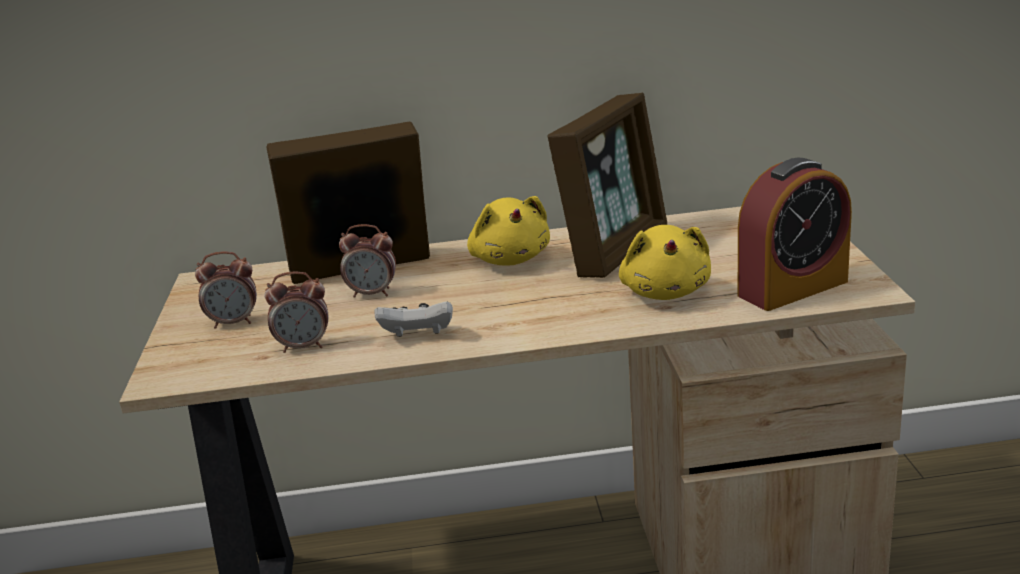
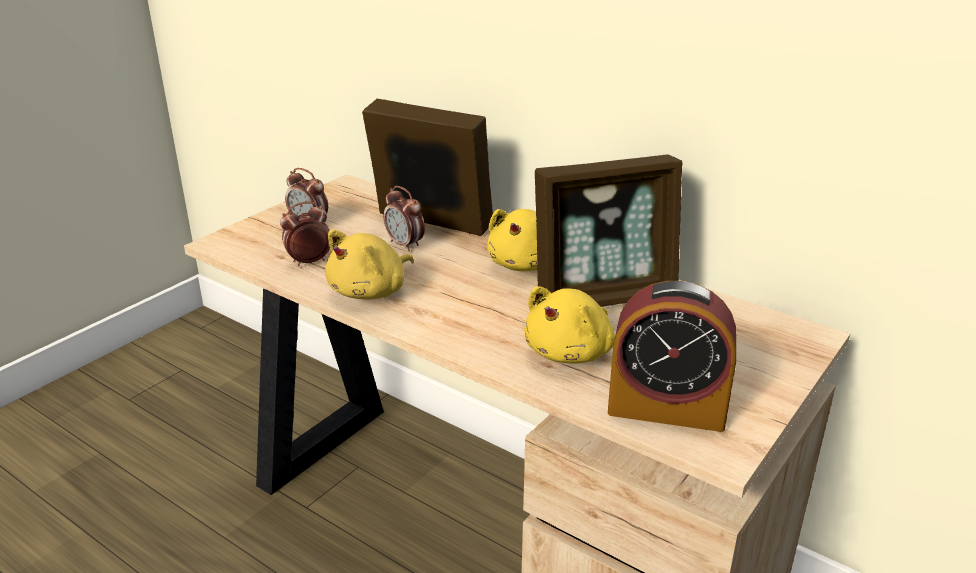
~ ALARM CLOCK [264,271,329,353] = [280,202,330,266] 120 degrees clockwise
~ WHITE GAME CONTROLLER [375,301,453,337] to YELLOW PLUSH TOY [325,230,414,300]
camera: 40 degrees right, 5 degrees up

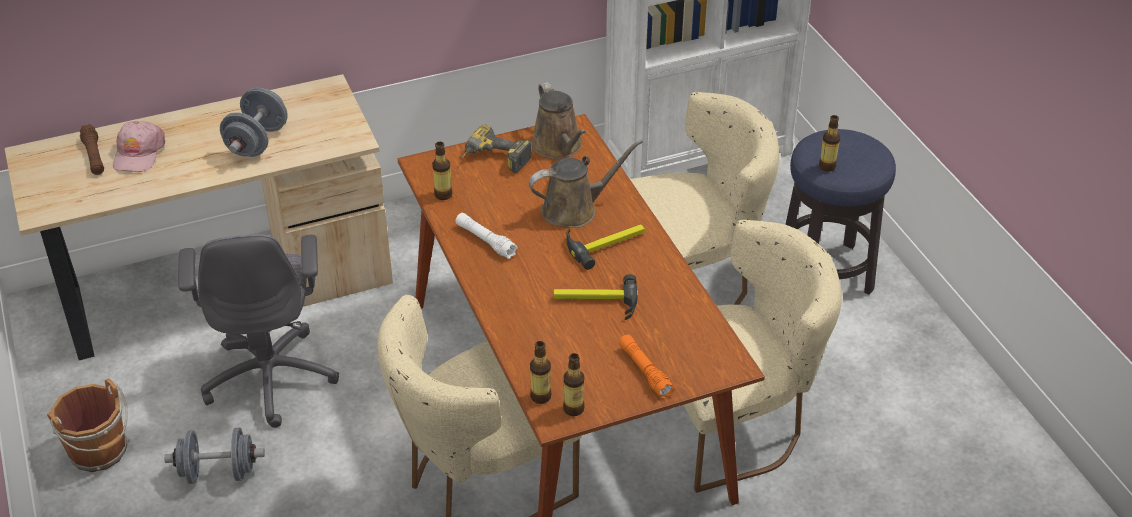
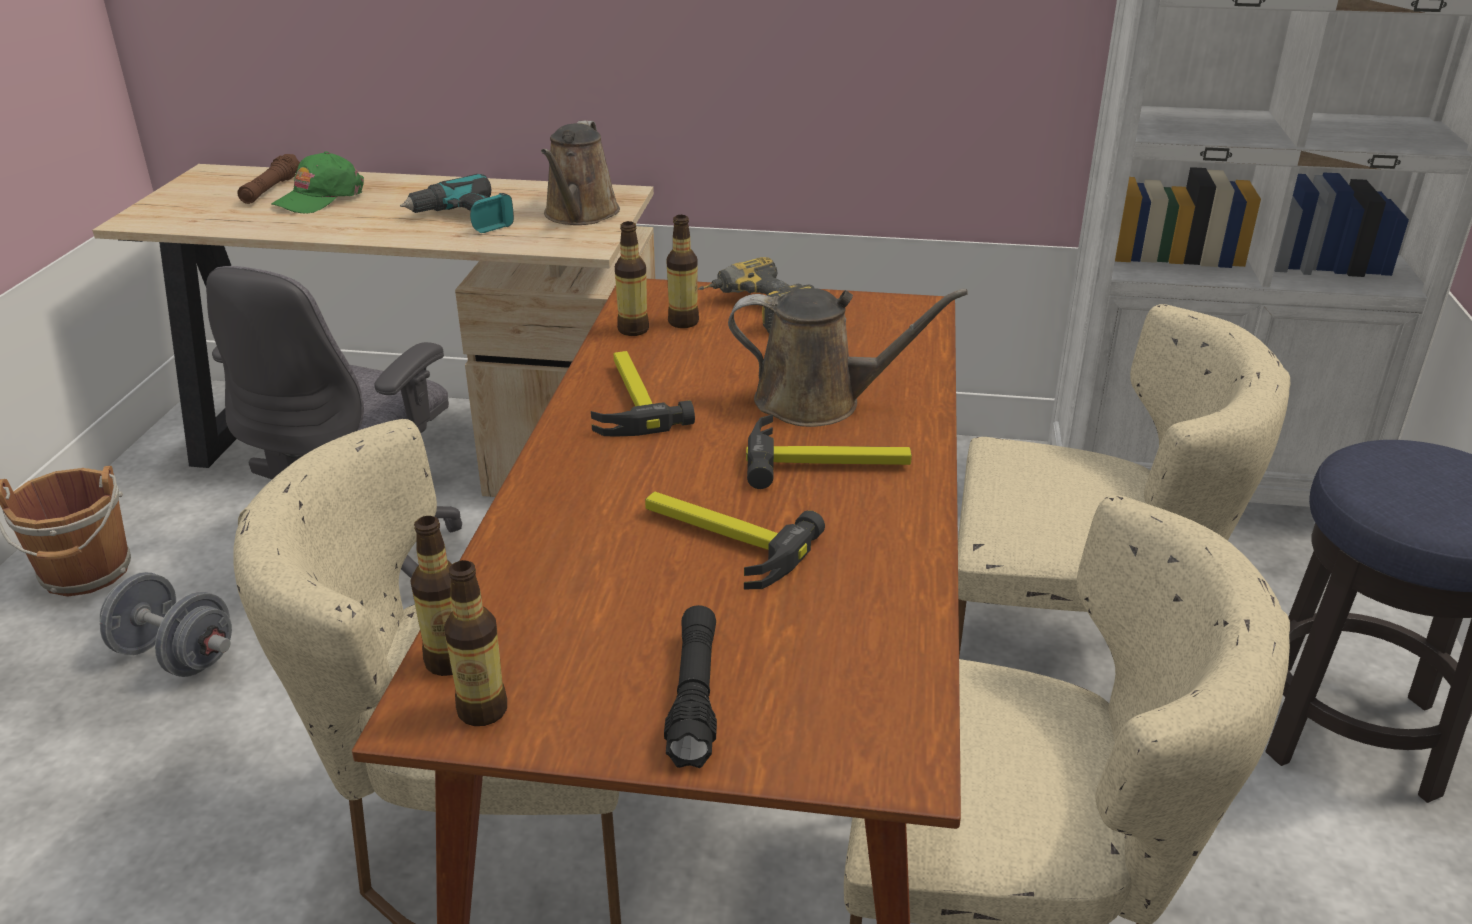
~ PINK CAP [113,121,165,172] to GREEN CAP [271,151,364,214]
~ GREY DUMBBELL [220,88,288,157] to POWER DRILL [400,174,514,233]
~ BROWN WATERING CAN [531,82,586,159] to [541,121,620,225]
~ WHITE FLASHLIGHT [455,213,518,259] to HAMMER [591,351,695,437]
~ ORANGE FLASHLIGHT [619,335,675,399] to BLACK FLASHLIGHT [664,605,717,768]
~ BOTTLE [819,115,840,171] to [667,215,699,328]
camera: 30 degrees right, 10 degrees down

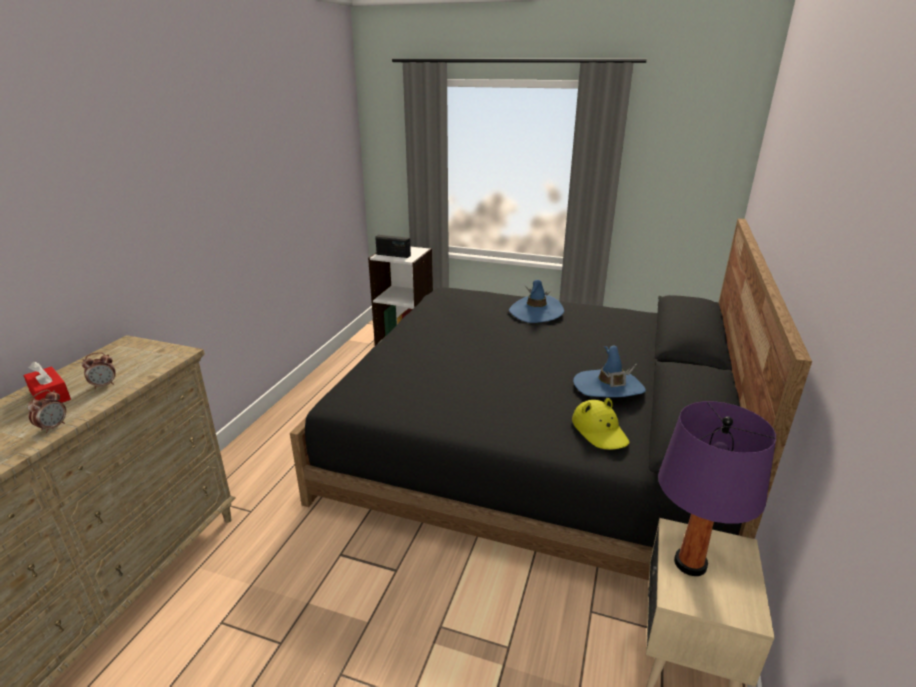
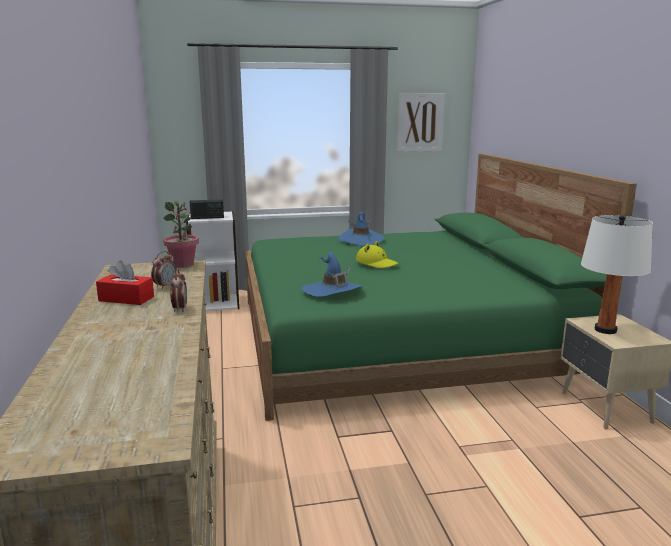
+ POTTED PLANT [163,201,199,268]
~ BLACK BED [290,218,812,580] to GREEN BED [245,154,637,421]
~ BLUE HAT [573,345,646,397] to [301,252,363,297]
~ YELLOW HAT [572,398,629,450] to [356,241,399,268]
+ PICTURE [397,93,445,152]
~ PURPLE TABLE LAMP [658,401,776,576] to WHITE TABLE LAMP [581,215,653,334]
camera: 30 degrees left, 10 degrees down

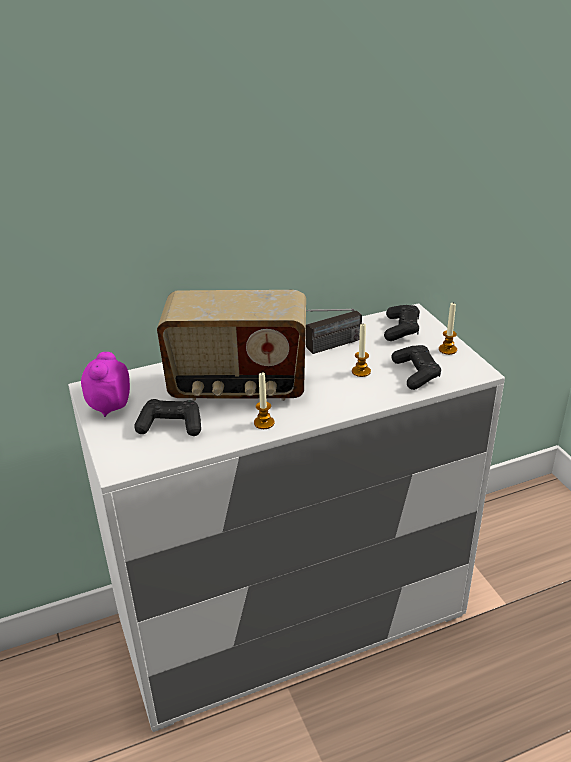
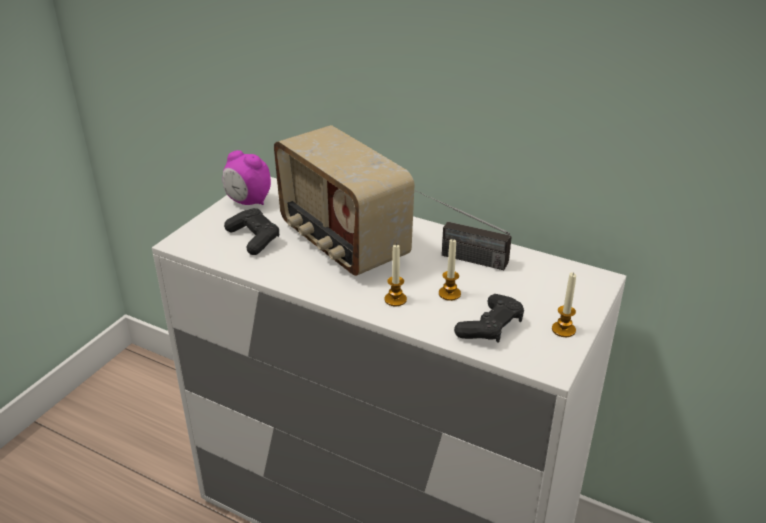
~ ALARM CLOCK [81,352,130,417] = [222,150,271,205] 120 degrees counterclockwise
~ CANDLE [254,372,275,429] to [384,245,407,306]
- BLACK GAME CONTROLLER [384,305,420,341]
camera: 50 degrees right, 0 degrees up

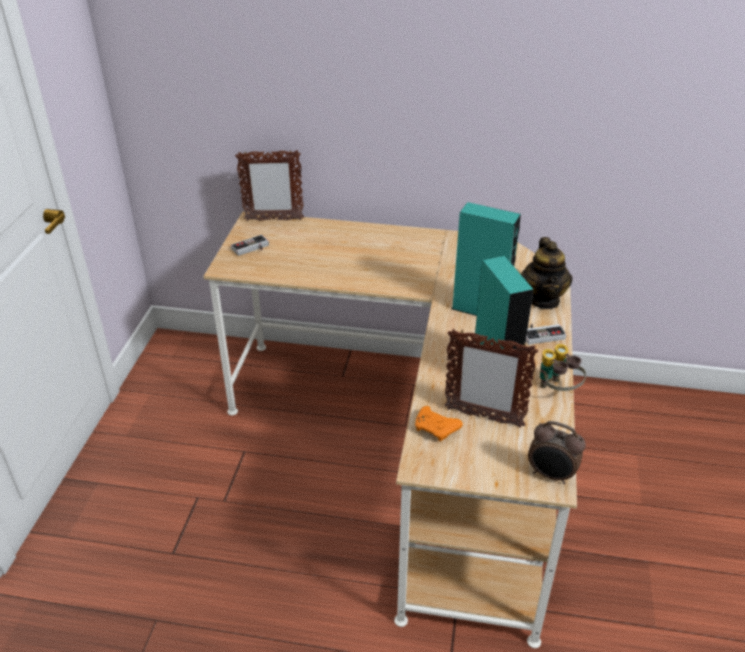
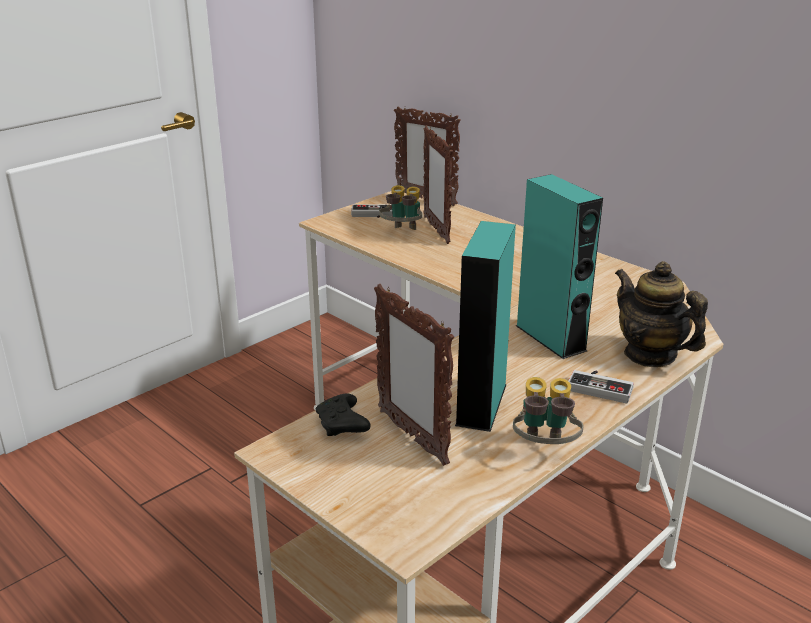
~ ORANGE GAME CONTROLLER [415,406,463,441] to BLACK GAME CONTROLLER [316,394,371,436]
+ BINOCULARS [379,185,422,230]
+ PICTURE FRAME [423,125,453,244]
~ TEAPOT [521,237,573,309] = [615,261,708,367] 105 degrees clockwise
- ALARM CLOCK [528,421,586,484]
camera: 35 degrees right, 10 degrees down

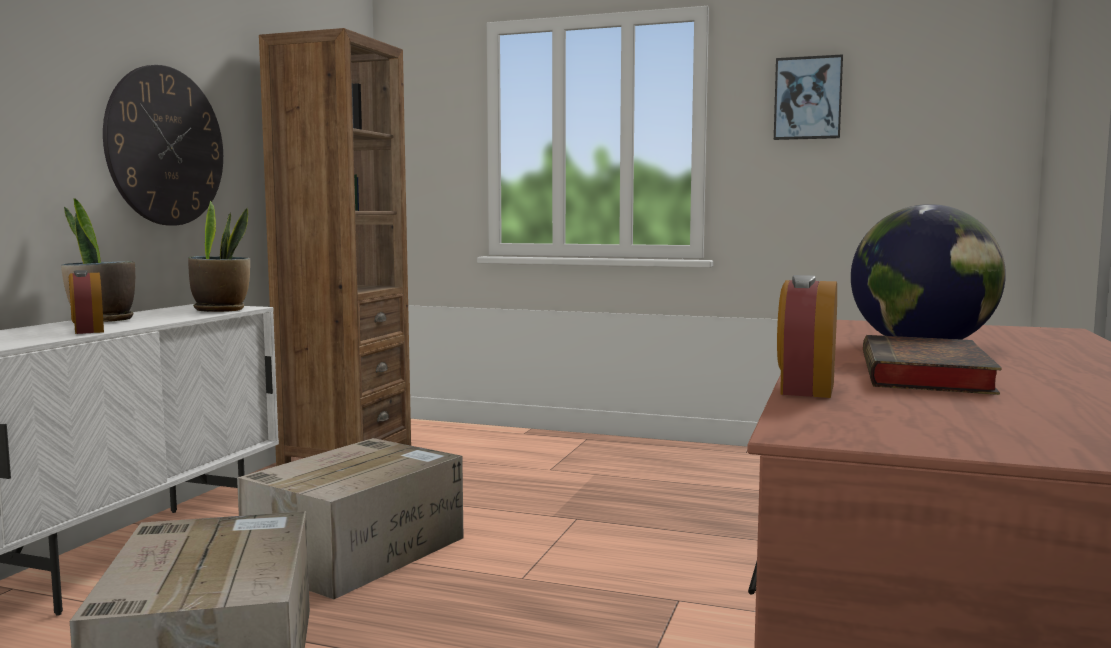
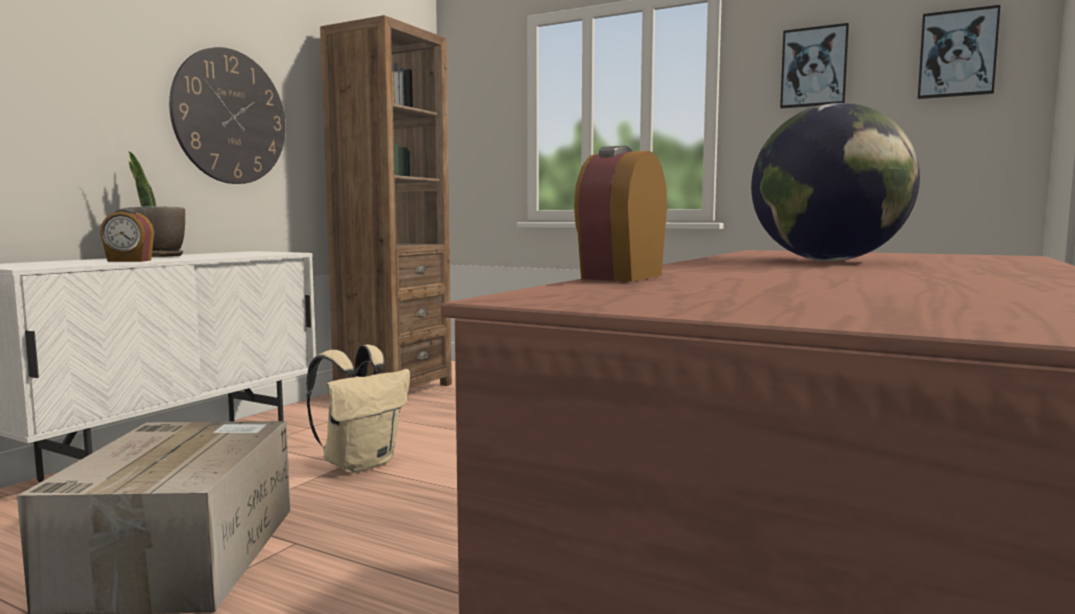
~ ALARM CLOCK [69,270,104,334] = [100,209,154,262] 75 degrees counterclockwise
~ CARDBOARD BOX [237,438,463,599] to BEIGE BACKPACK [306,345,410,473]
+ PICTURE [918,5,1001,99]
- POTTED PLANT [188,201,250,312]
- BOOK [863,335,1002,395]
camera: 10 degrees right, 0 degrees up

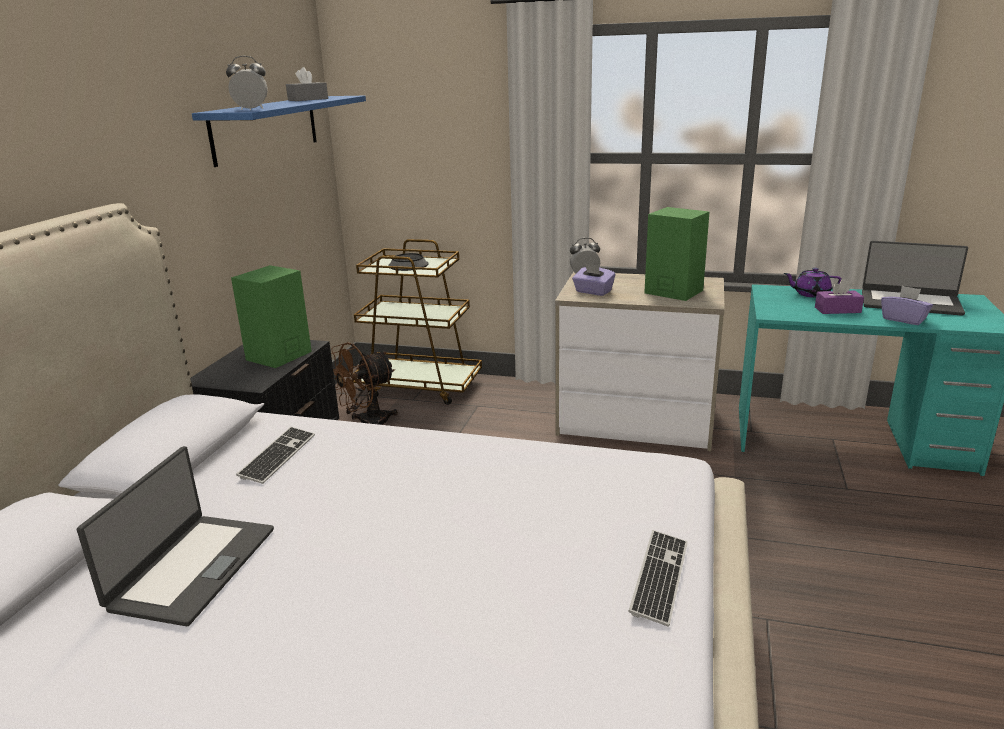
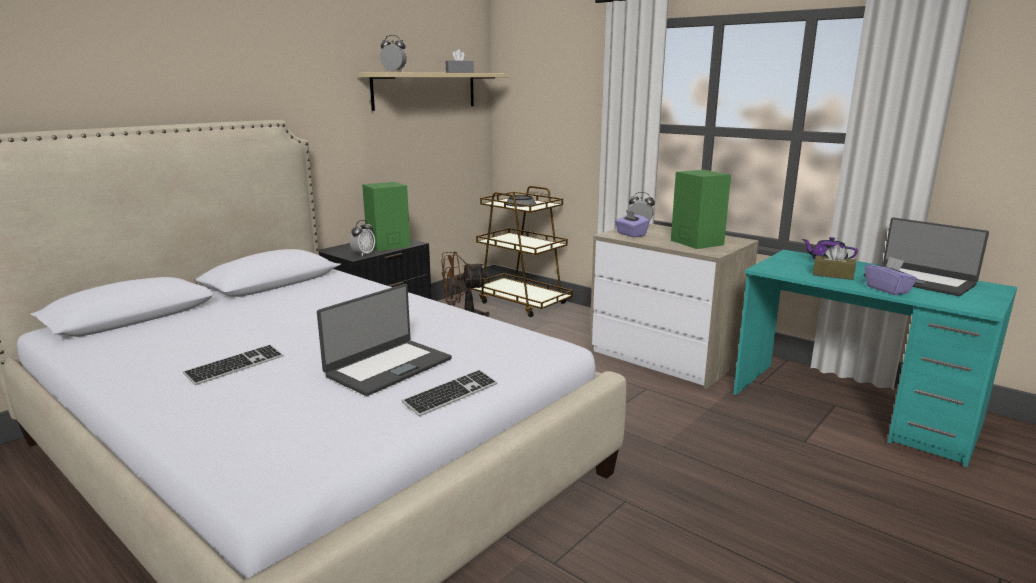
~ KEYBOARD [236,427,315,484] to [183,345,284,385]
~ LAPTOP [77,446,274,626] to [317,284,452,396]
+ ALARM CLOCK [350,220,375,257]
~ BLUE SHELF [192,96,366,167] to BEIGE SHELF [358,72,509,111]
~ PURPLE TISSUE BOX [815,279,864,314] to BROWN TISSUE BOX [813,245,856,280]
camera: 25 degrees right, 5 degrees down

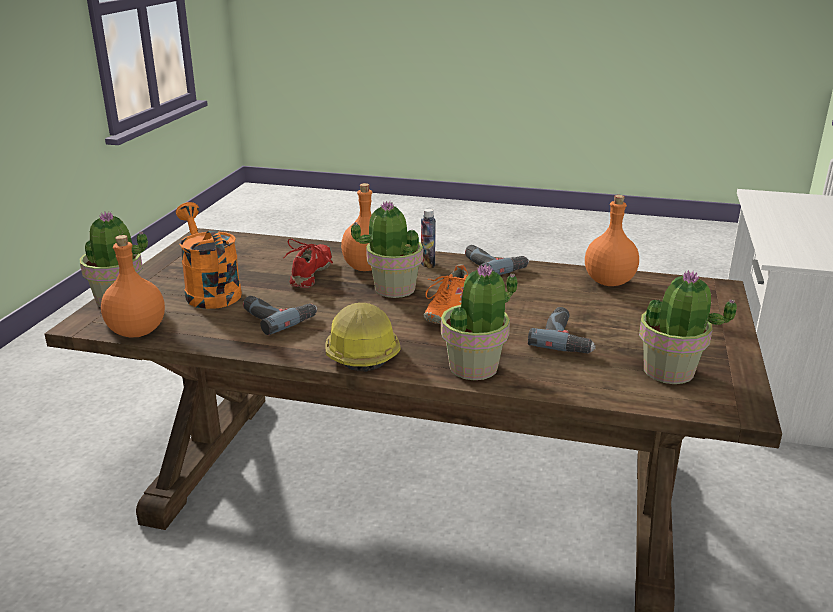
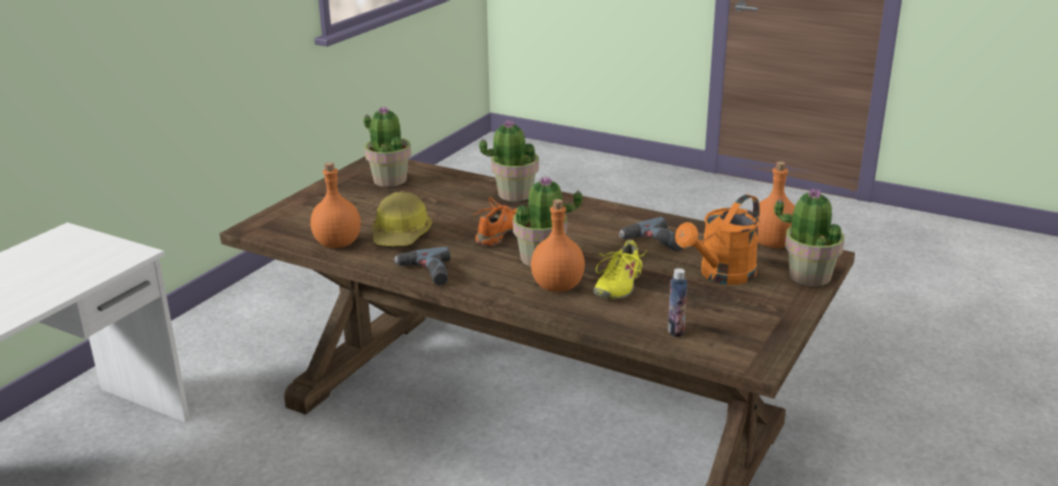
~ HARD HAT [326,303,401,372] to [372,191,432,246]
~ RED SHOE [283,238,333,288] to YELLOW SHOE [593,240,647,299]
~ BOTTLE [421,209,436,268] to [668,268,687,337]
~ ORANGE WATERING CAN [176,202,242,309] = [675,194,760,285] 60 degrees clockwise
- POWER DRILL [528,307,596,353]
camera: 165 degrees left, 0 degrees up

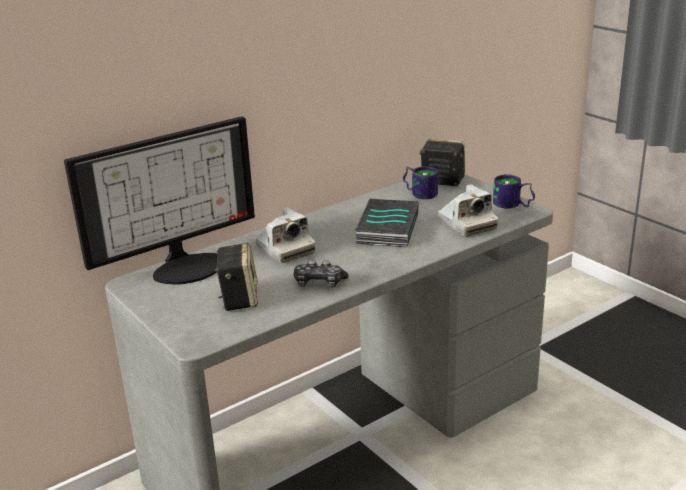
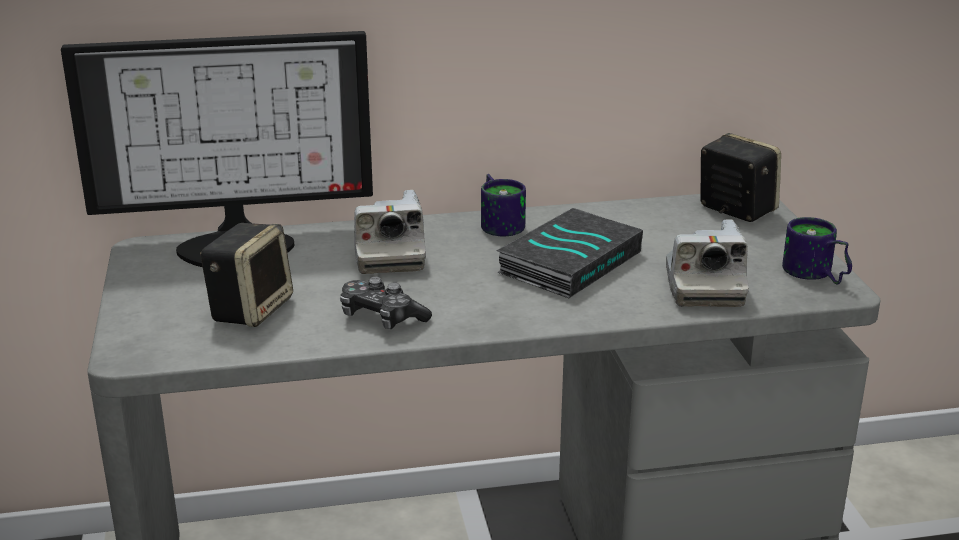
~ MUG [403,166,438,199] to [481,174,526,236]
camera: 25 degrees right, 0 degrees up

